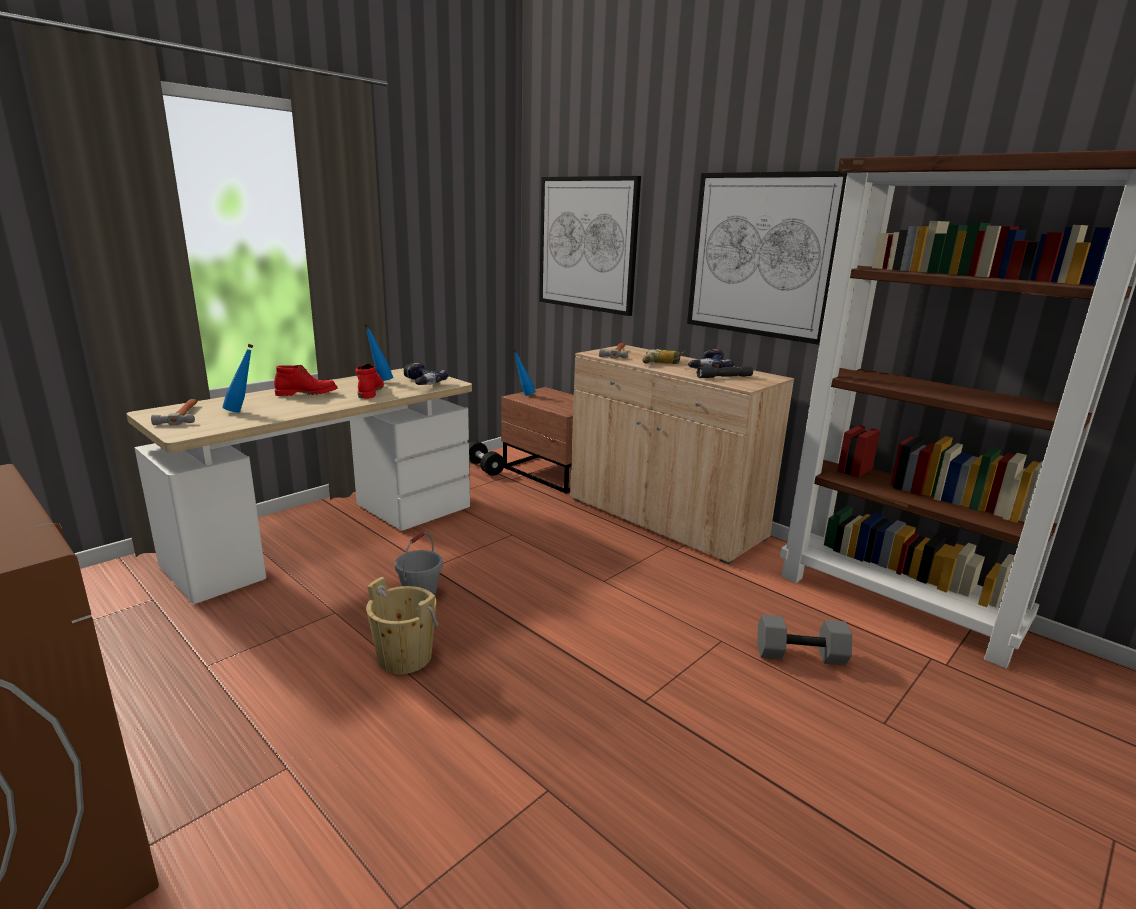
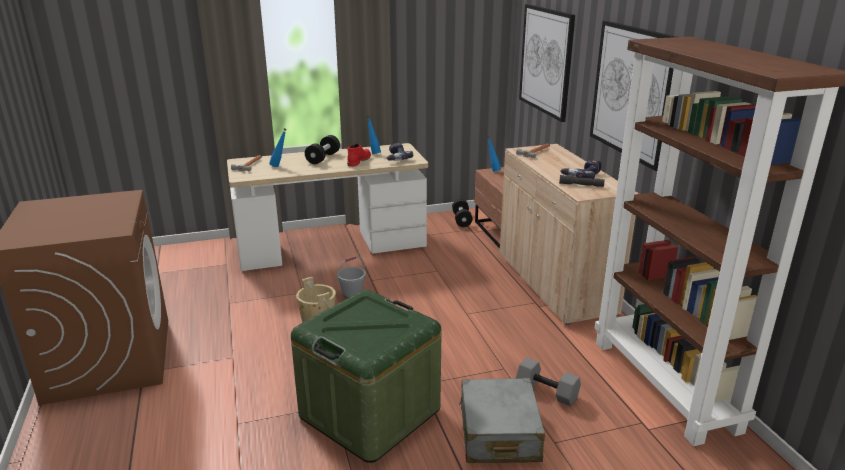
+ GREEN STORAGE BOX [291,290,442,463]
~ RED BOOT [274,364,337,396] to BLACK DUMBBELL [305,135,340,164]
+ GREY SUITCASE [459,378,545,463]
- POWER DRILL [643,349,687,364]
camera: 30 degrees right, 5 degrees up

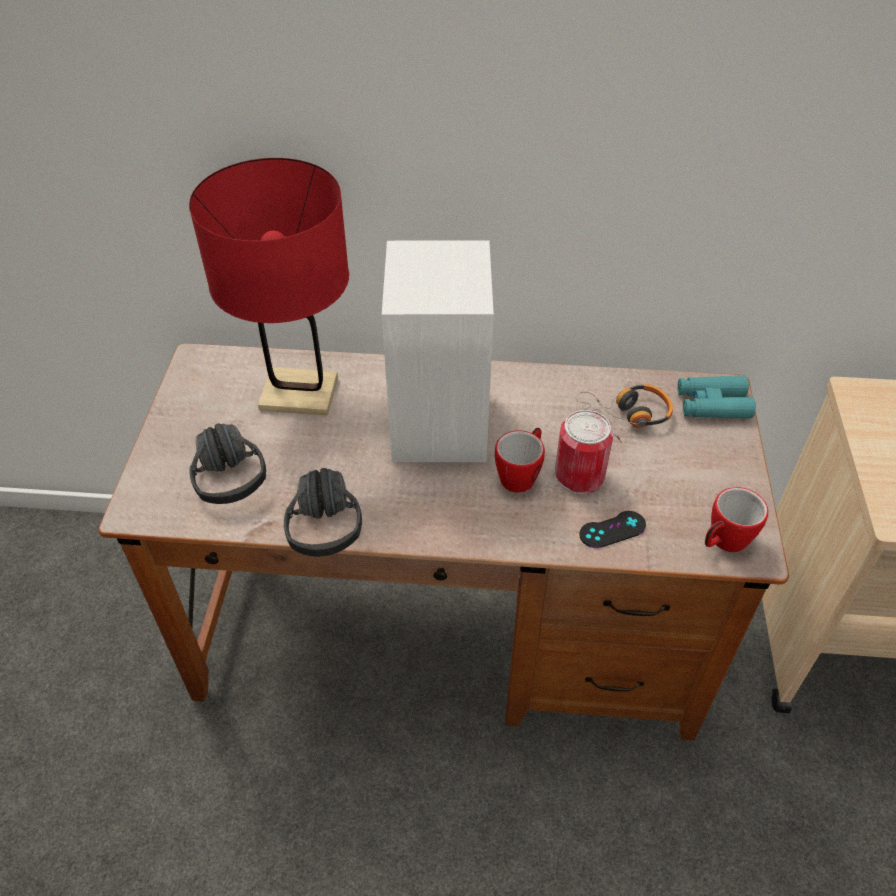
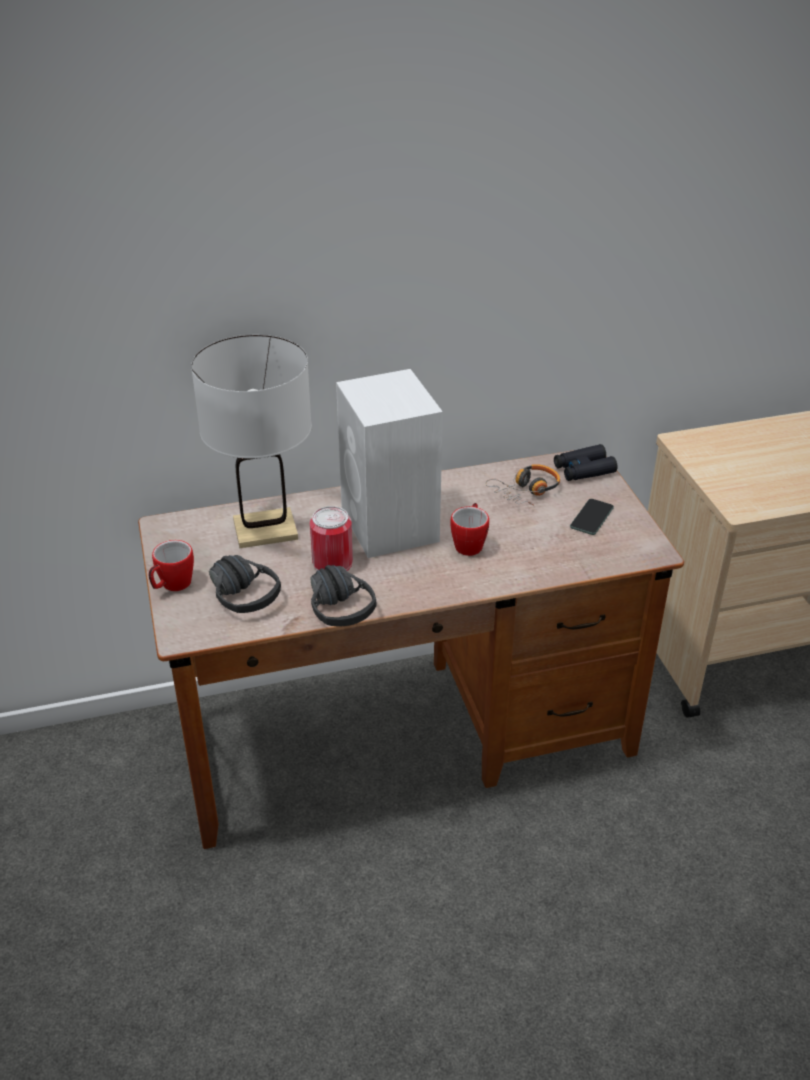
~ MUG [705,487,768,552] to [148,540,194,591]
~ RED TABLE LAMP [189,158,349,416] to WHITE TABLE LAMP [191,335,312,548]
~ CAN [555,410,614,494] to [310,506,353,571]
~ TURQUOISE BINOCULARS [677,376,756,418] to BLACK BINOCULARS [554,444,618,481]
+ PHONE [570,499,614,535]
- BLACK GAME CONTROLLER [579,511,646,548]
camera: 20 degrees left, 10 degrees down

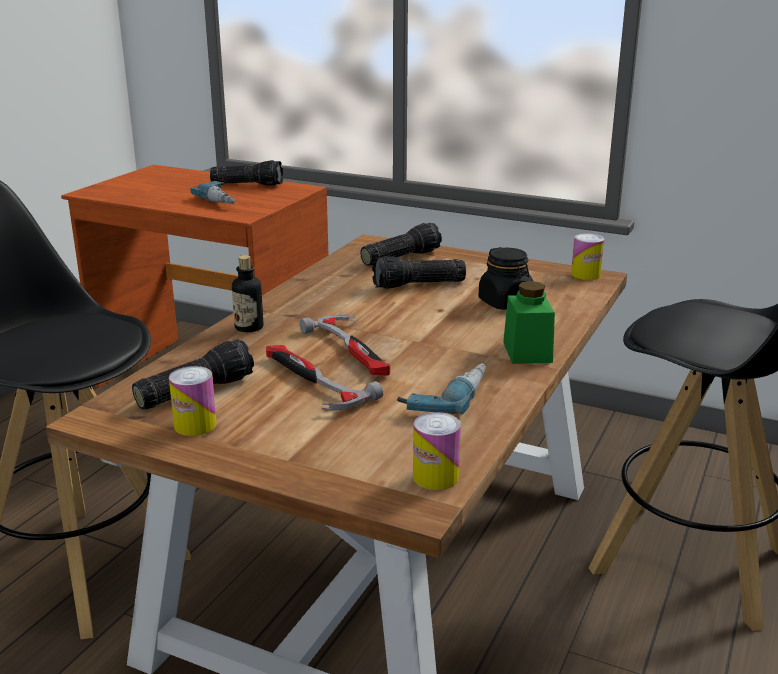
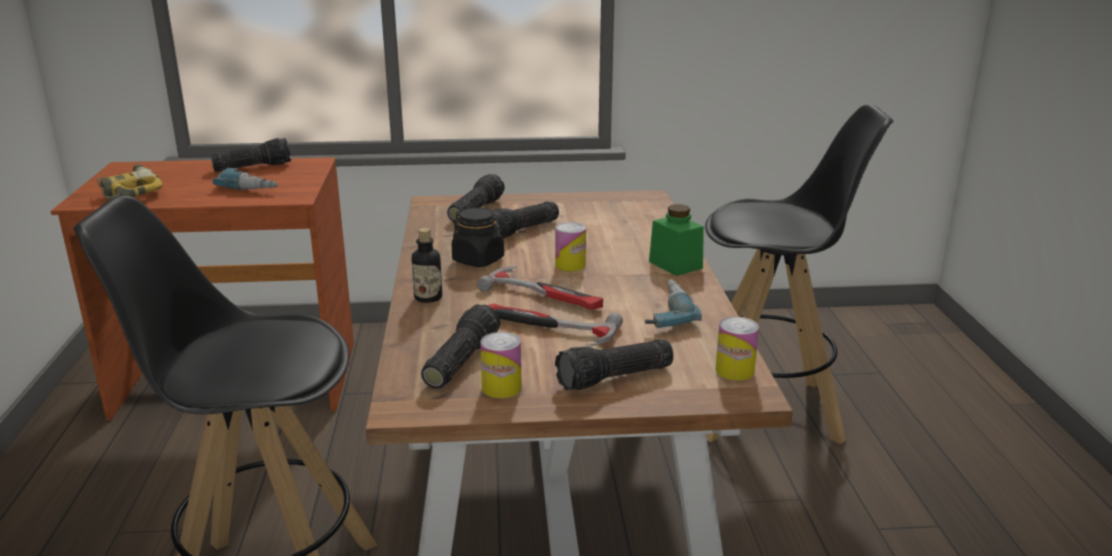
+ POWER DRILL [97,164,163,199]
~ BLACK JAR [479,247,533,310] to [451,208,504,267]
~ CAN [571,233,604,280] to [555,222,586,271]
+ FLASHLIGHT [555,340,673,390]
camera: 30 degrees left, 0 degrees up

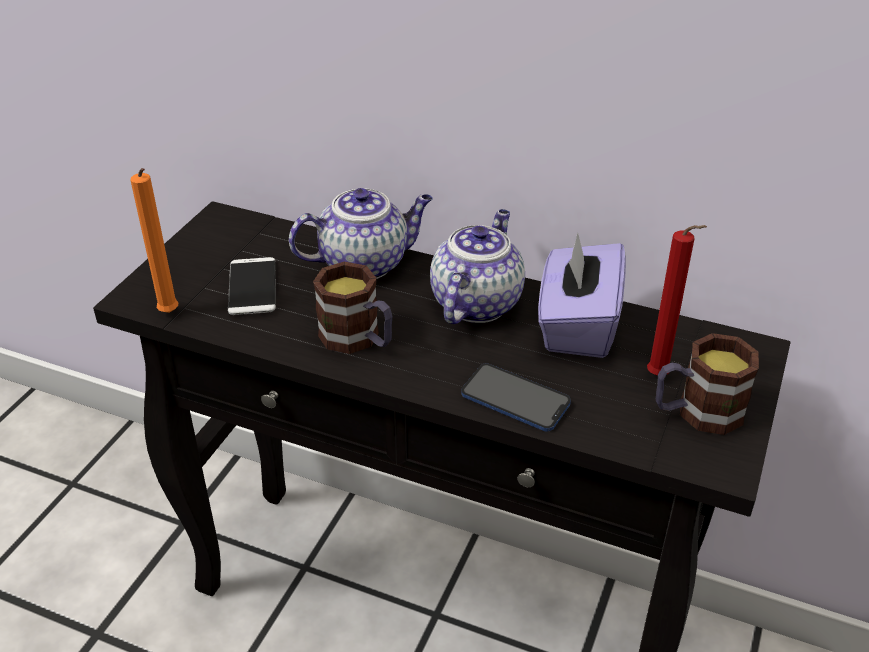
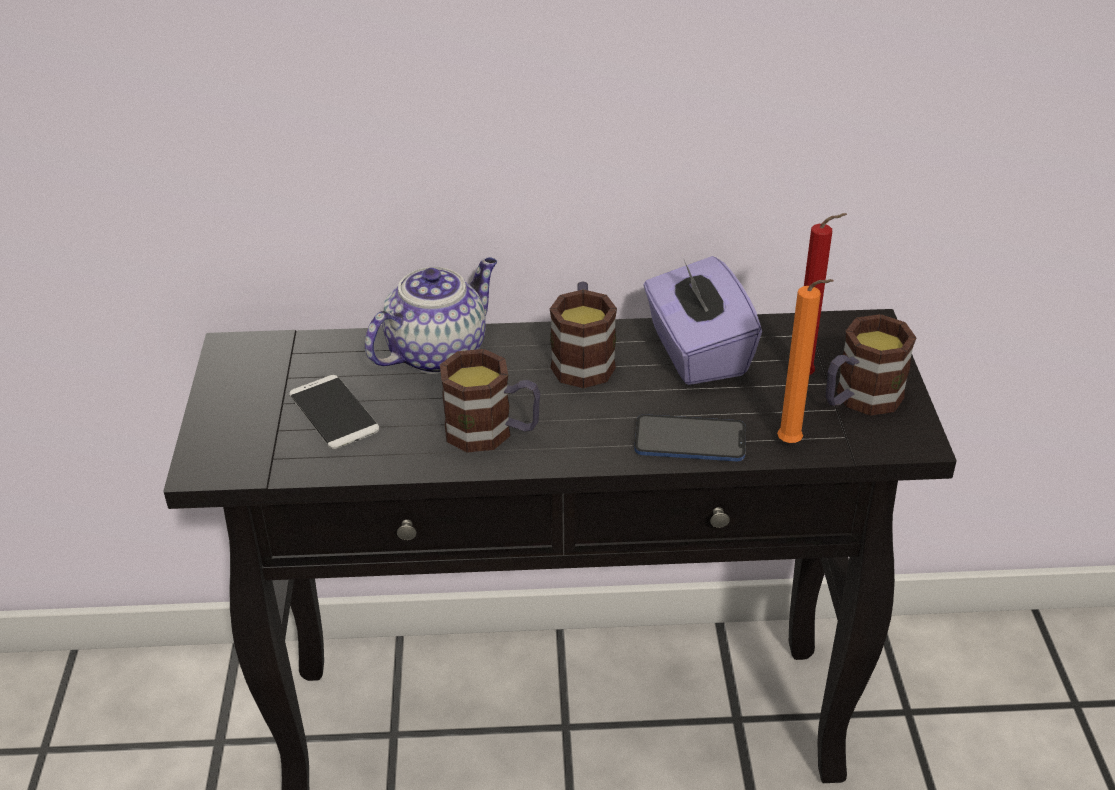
~ TEAPOT [430,209,525,324] to MUG [550,282,617,388]
~ ORANGE CANDLE [131,168,178,313] to [777,279,834,443]
camera: 25 degrees left, 0 degrees up

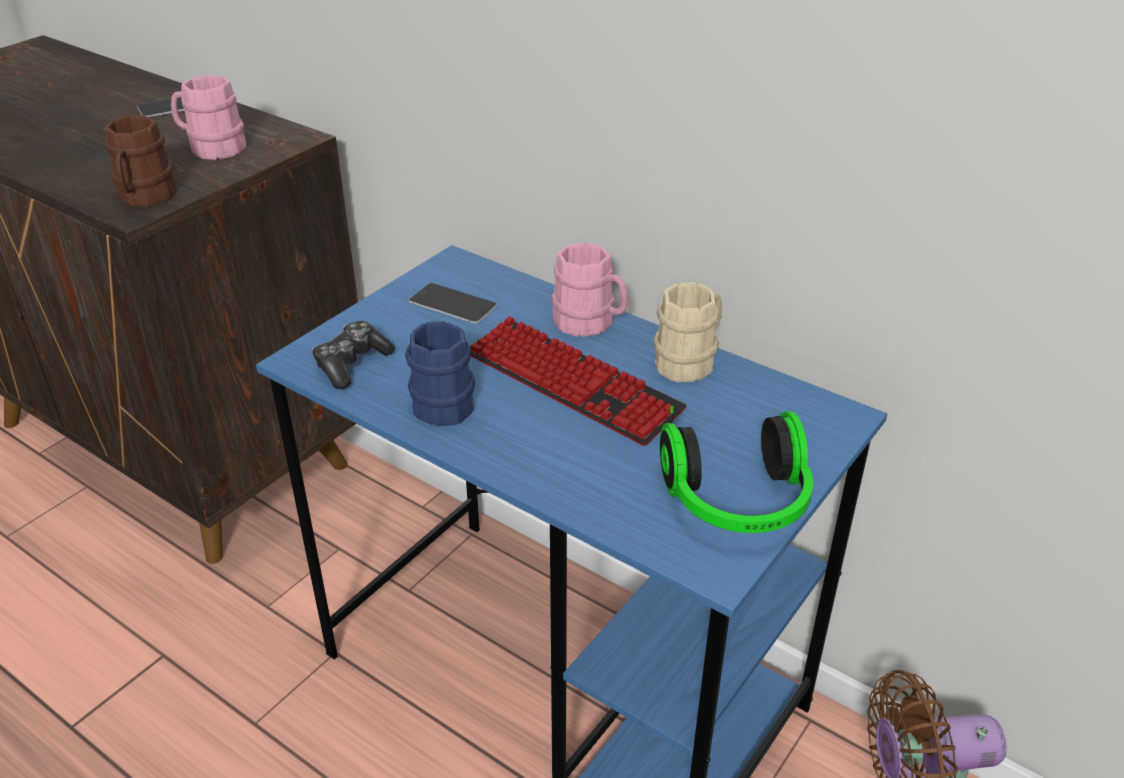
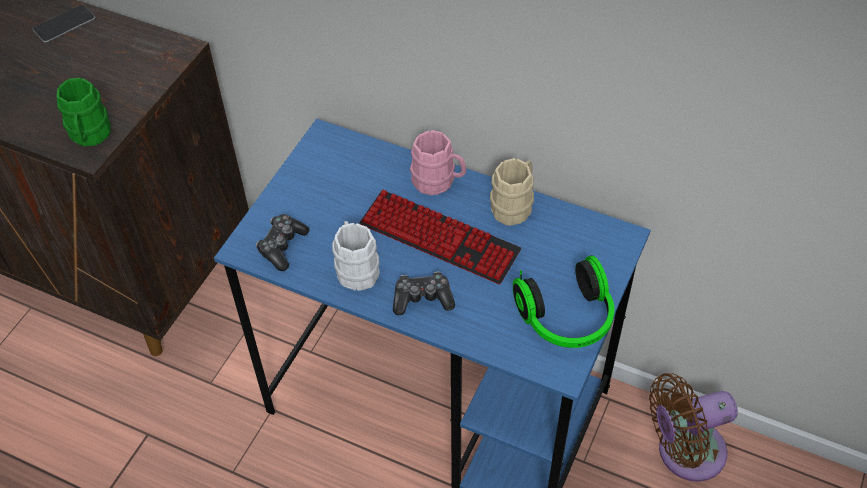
~ BROWN MUG [105,115,176,207] to GREEN MUG [57,78,111,146]
~ BLUE MUG [405,321,475,426] to WHITE MUG [332,221,380,291]
+ GAME CONTROLLER [393,272,455,315]
- PINK MUG [171,75,247,160]
- PHONE [409,283,497,324]
camera: 10 degrees left, 15 degrees up

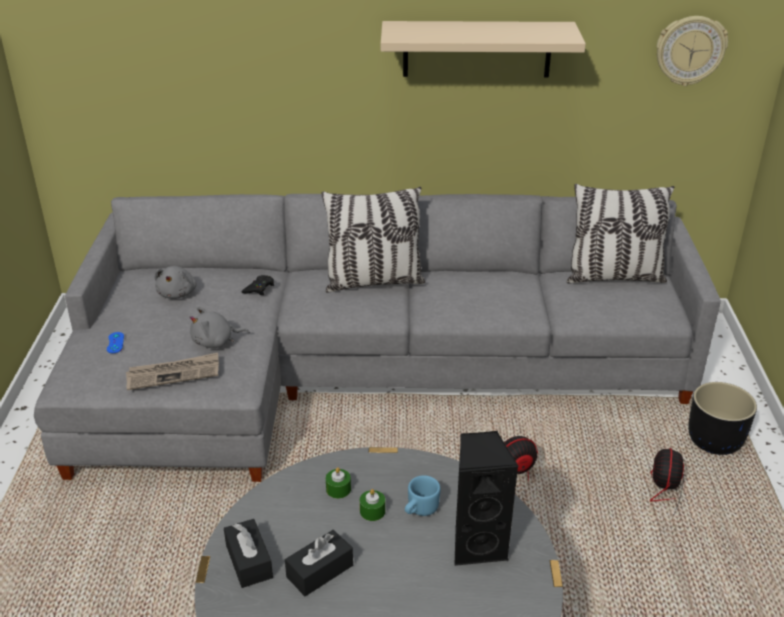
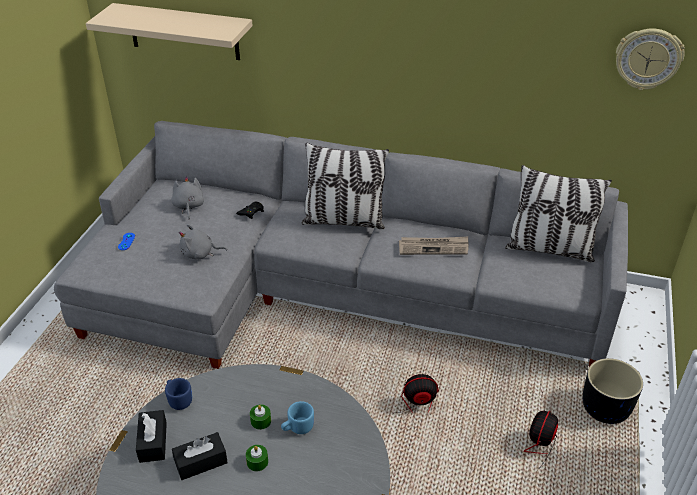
~ BEIGE SHELF [381,21,586,78] to [86,3,253,60]
+ BLUE MUG [165,378,192,410]
~ GREY PLUSH TOY [155,266,197,299] = [171,176,204,219] 150 degrees clockwise
~ GREEN CANDLE [326,467,351,499] to [246,445,268,471]
~ NEWSPAPER [126,353,219,390] to [399,237,469,255]
- BLACK SPEAKER [454,431,519,566]
camera: 15 degrees right, 5 degrees up

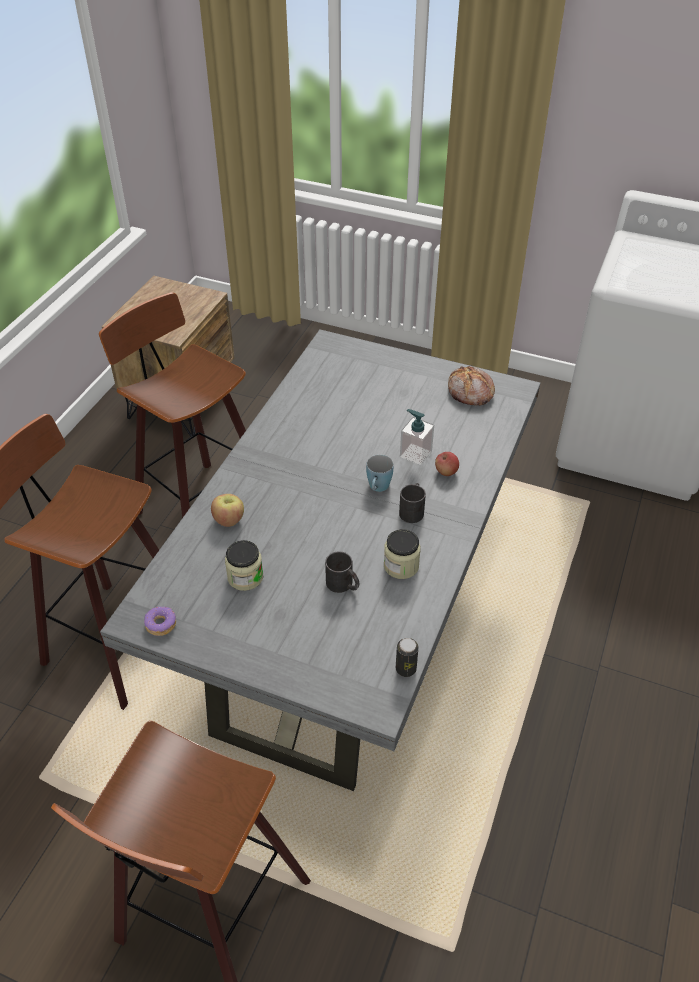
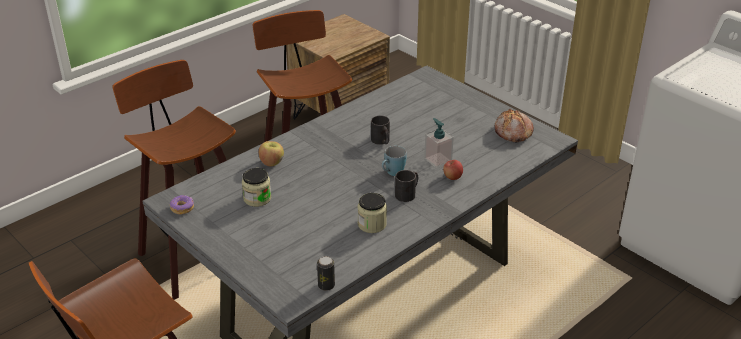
~ BLACK MUG [325,552,359,593] to [371,115,390,145]
camera: 25 degrees right, 10 degrees down

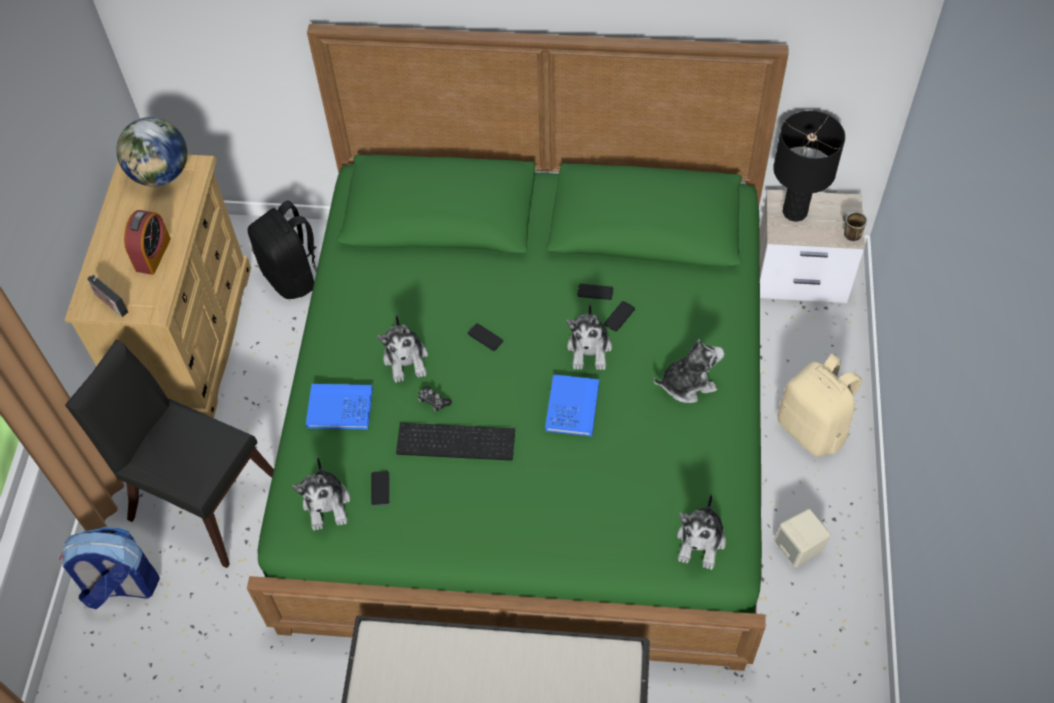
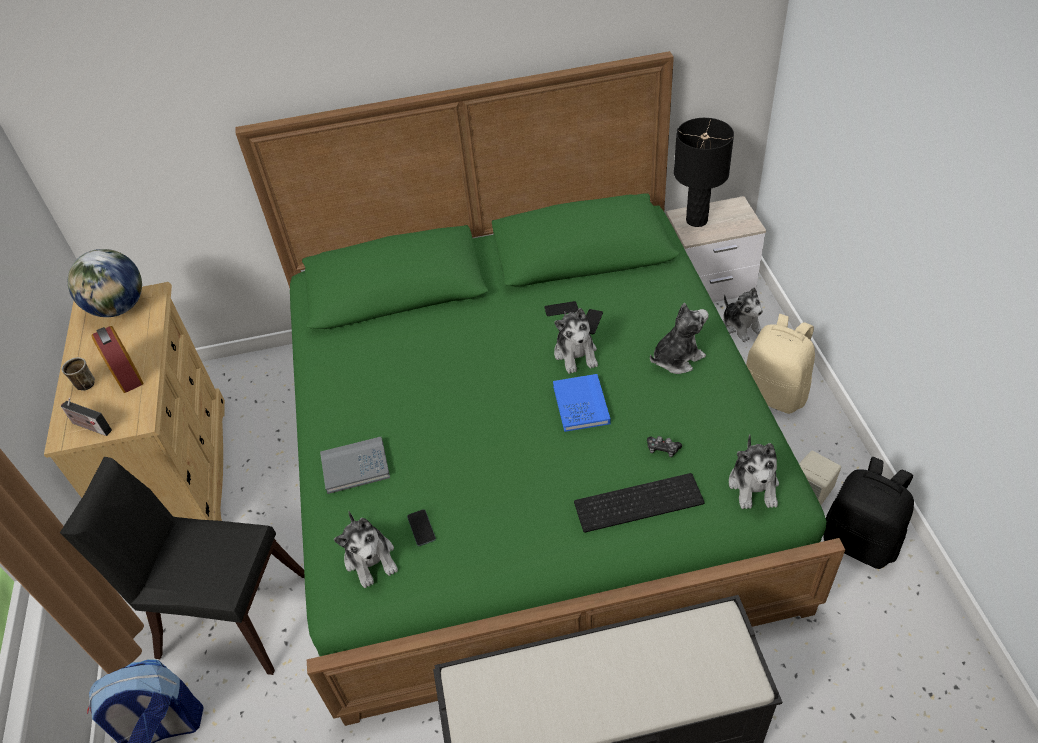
~ MUG [843,212,867,241] to [62,357,95,391]
~ ALARM CLOCK [124,210,171,275] = [91,326,144,393] 150 degrees clockwise
~ BLUE BOOK [306,384,373,429] to GREY BOOK [320,437,390,494]
~ KEYBOARD [396,423,515,461] to [574,473,705,533]
~ GAME CONTROLLER [418,386,452,412] to [647,436,682,457]
~ PLUSH TOY [377,314,428,383] to [723,287,763,342]
~ BLACK BACKPACK [248,200,317,299] to [824,457,914,569]
- PHONE [468,323,503,351]
camera: 15 degrees left, 10 degrees down

